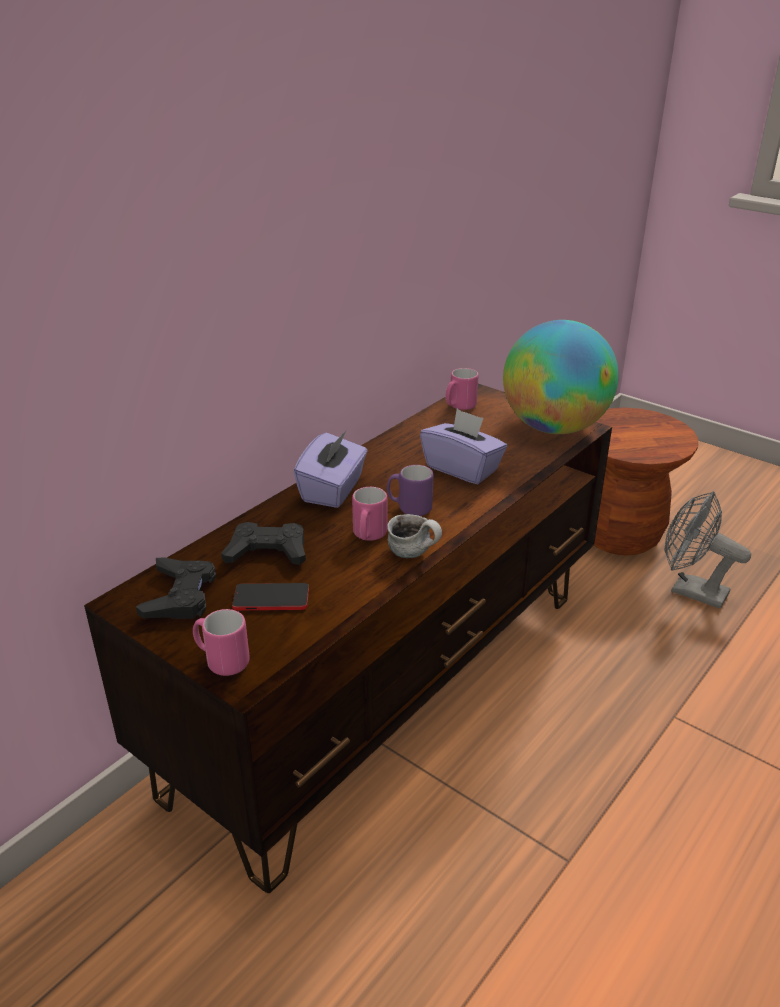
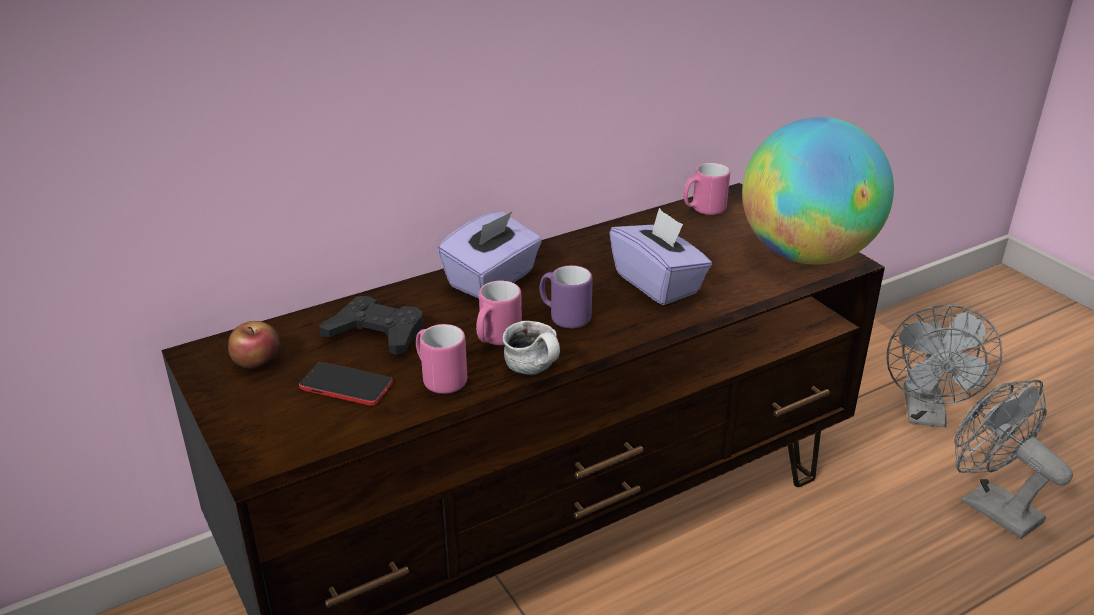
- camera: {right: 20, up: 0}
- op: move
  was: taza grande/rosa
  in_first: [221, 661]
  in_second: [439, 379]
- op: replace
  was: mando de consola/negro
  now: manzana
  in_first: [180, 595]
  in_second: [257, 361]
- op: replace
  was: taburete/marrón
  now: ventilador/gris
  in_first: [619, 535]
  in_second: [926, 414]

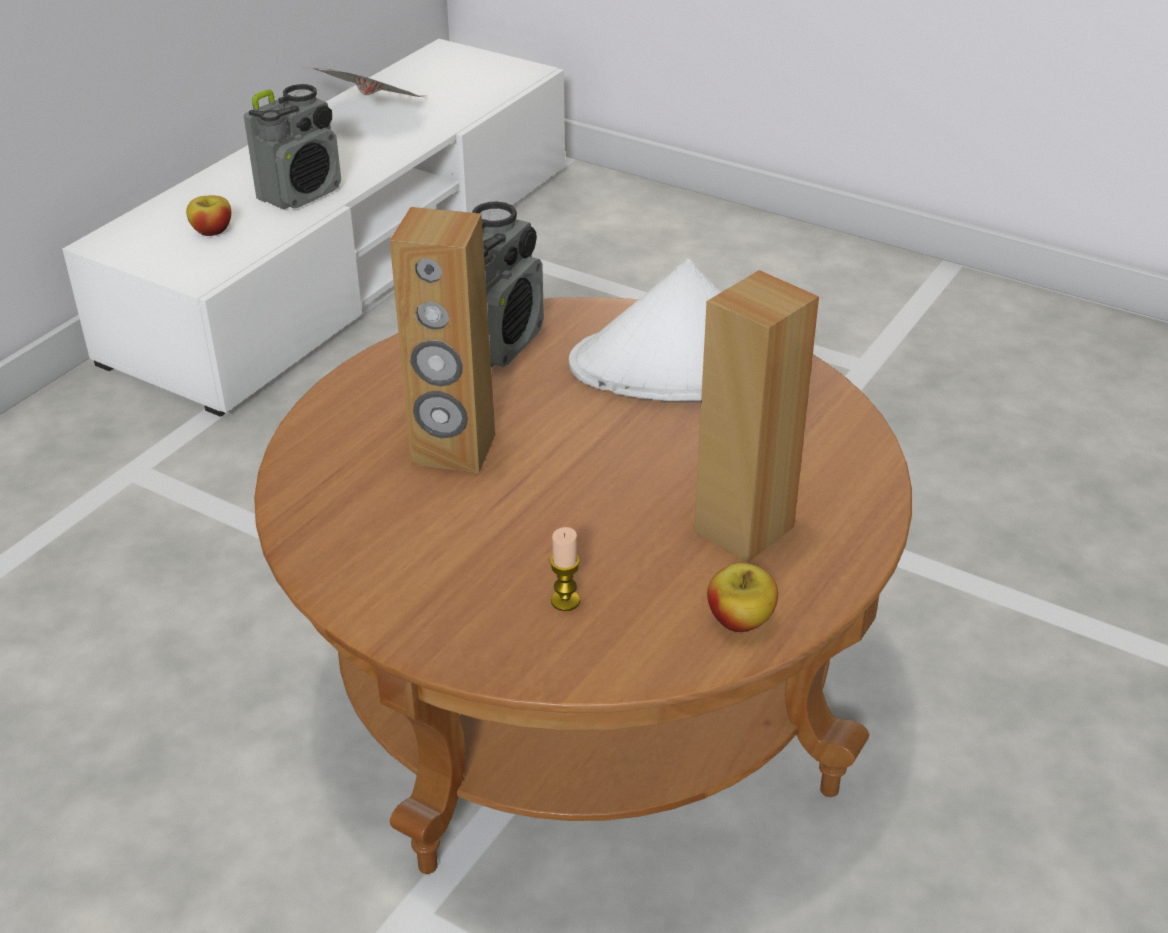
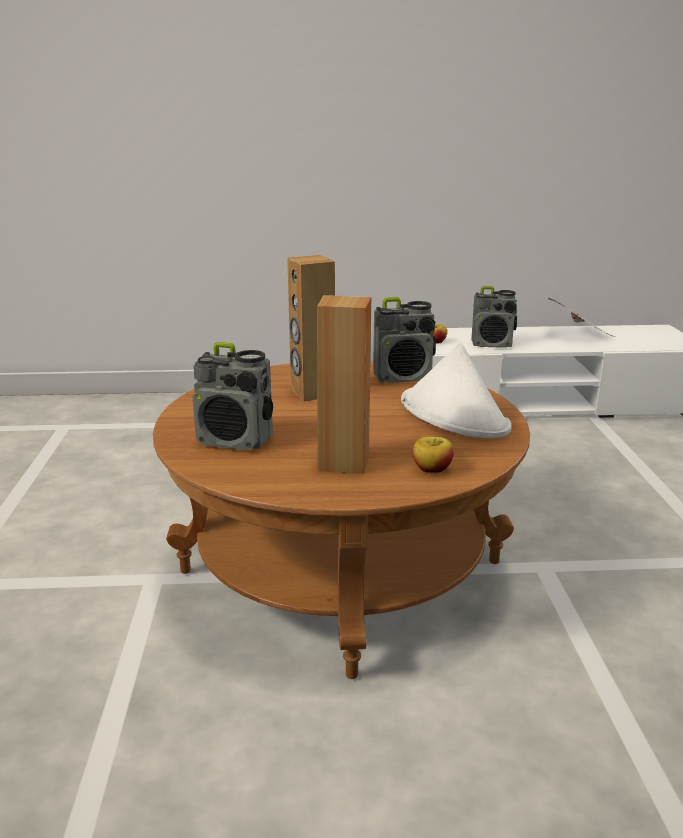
- camera: {right: 55, up: -15}
- op: move
  was: manzana
  in_first: [740, 620]
  in_second: [432, 469]
- op: replace
  was: vela
  now: radio
  in_first: [565, 601]
  in_second: [235, 441]

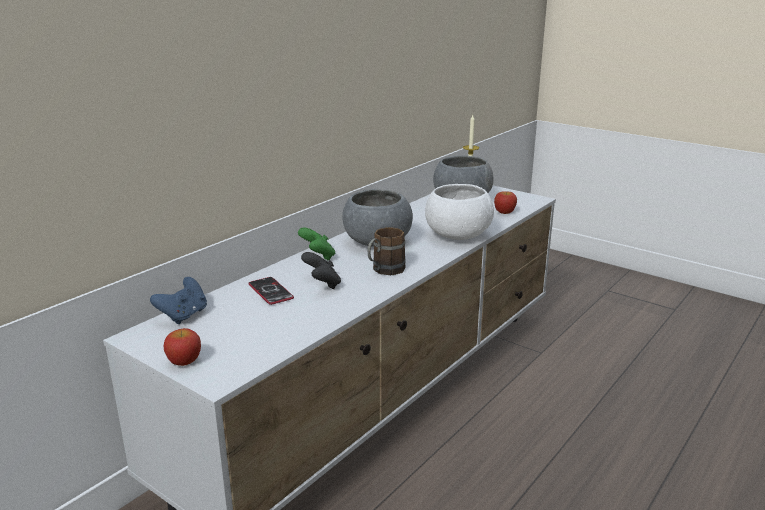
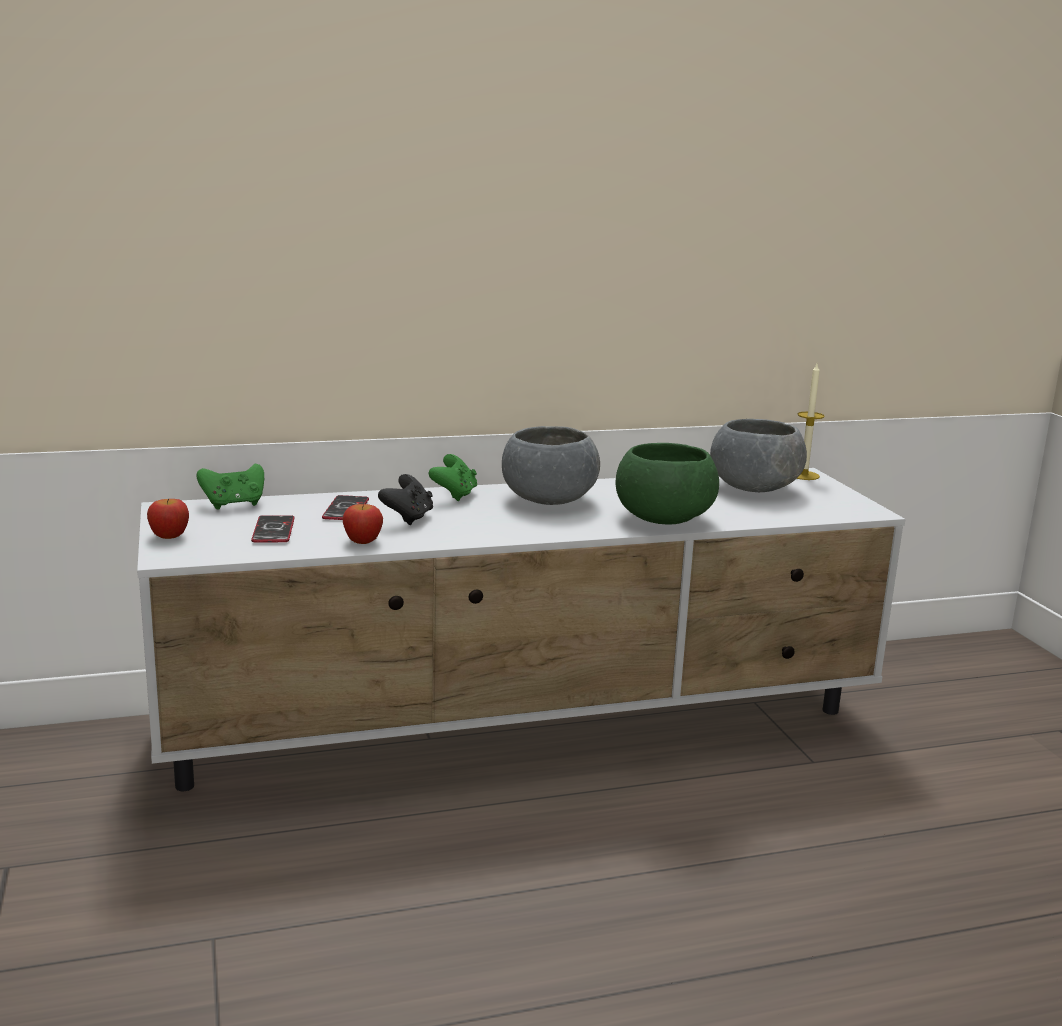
- camera: {right: 35, up: -5}
- op: delete
  was: taza grande/marrón
  in_first: [384, 271]
- op: insert
  now: móvil
  in_second: [273, 530]
- op: move
  was: manzana
  in_first: [504, 212]
  in_second: [362, 541]
- op: recolor
  was: mando de consola/azul
  now: mando de consola/verde
  in_first: [184, 315]
  in_second: [234, 504]
- op: recolor
  was: cuenco/blanco
  now: cuenco/verde
  in_first: [457, 235]
  in_second: [663, 518]

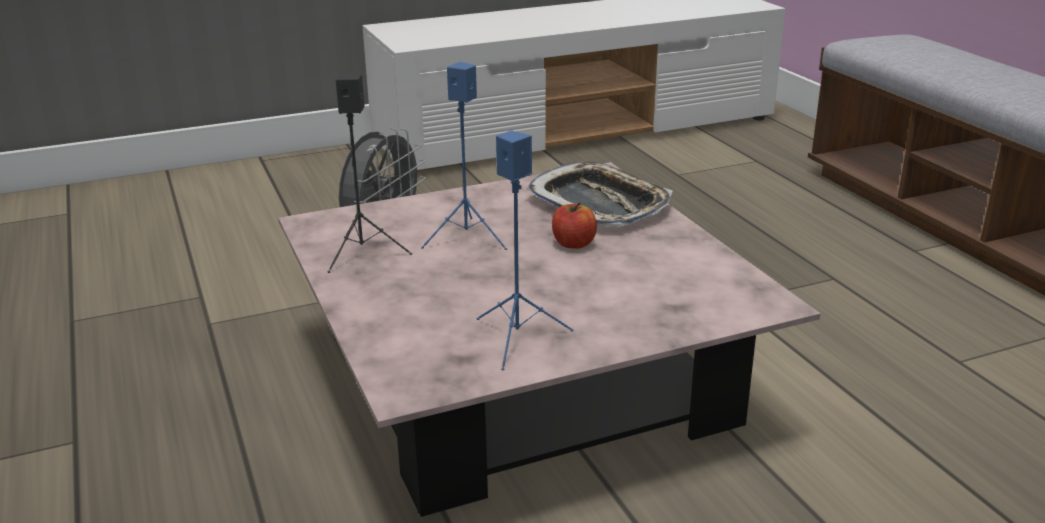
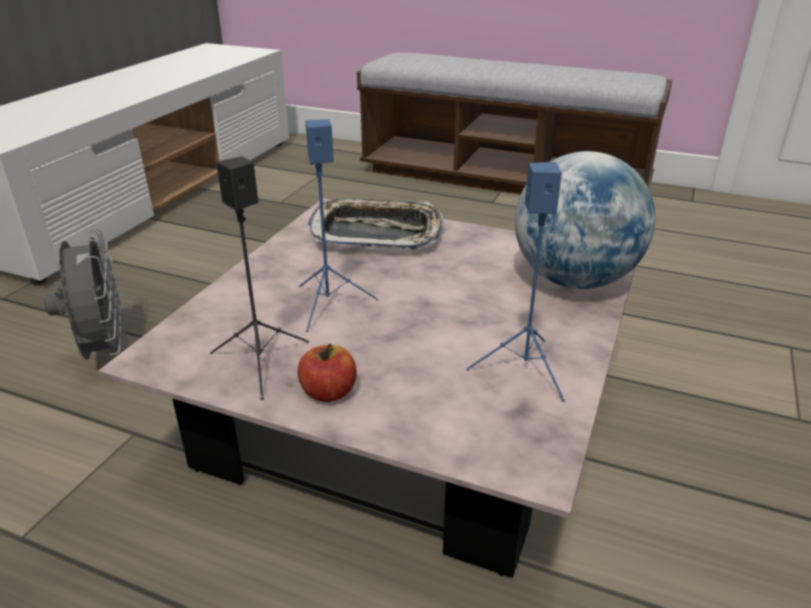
- camera: {right: -45, up: 5}
- op: insert
  now: globo terráqueo
  in_second: [574, 280]
- op: move
  was: manzana
  in_first: [573, 244]
  in_second: [328, 392]

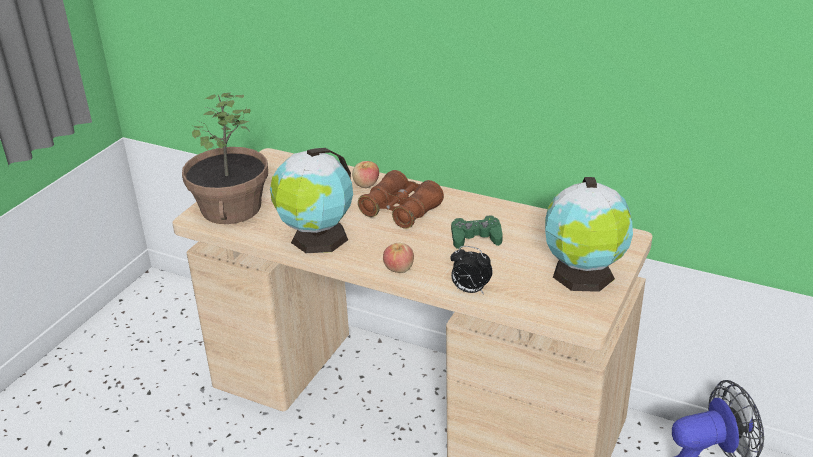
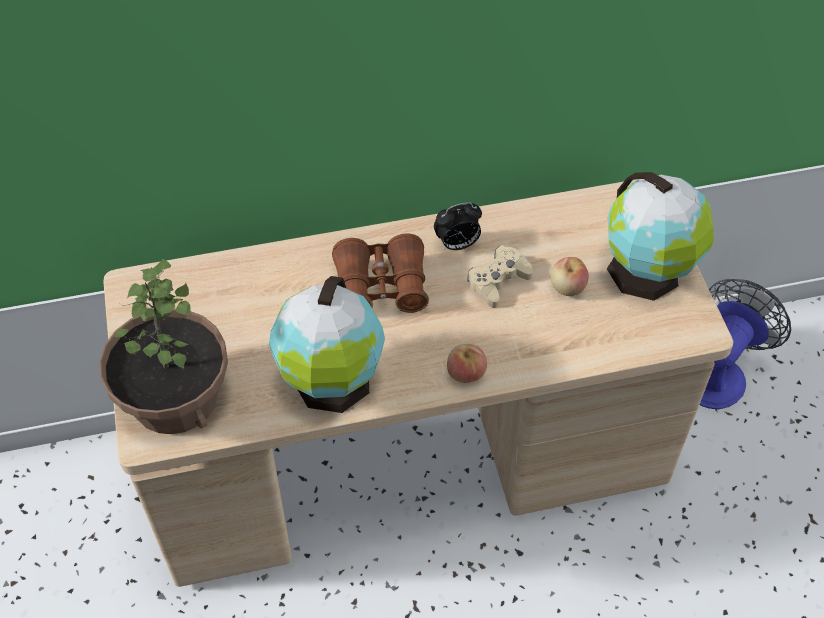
- camera: {right: -40, up: 20}
- op: move
  was: manzana
  in_first: [366, 185]
  in_second: [567, 287]
- op: move
  was: despertador
  in_first: [470, 290]
  in_second: [457, 244]
- op: recolor
  was: mando de consola/verde
  now: mando de consola/beis
  in_first: [476, 237]
  in_second: [498, 281]

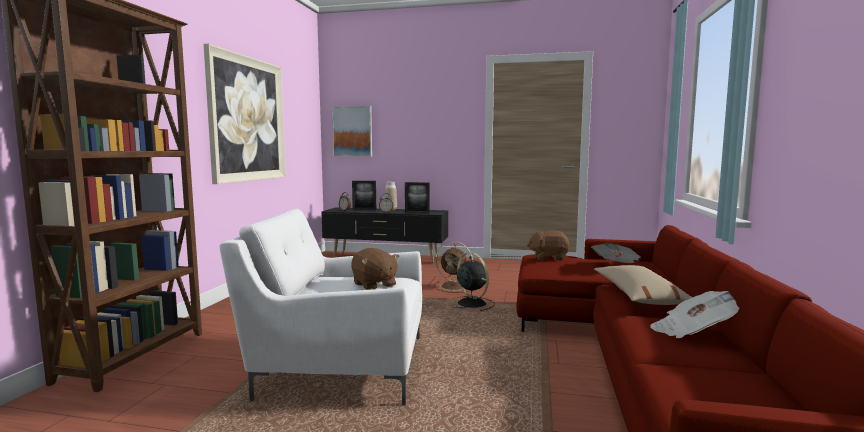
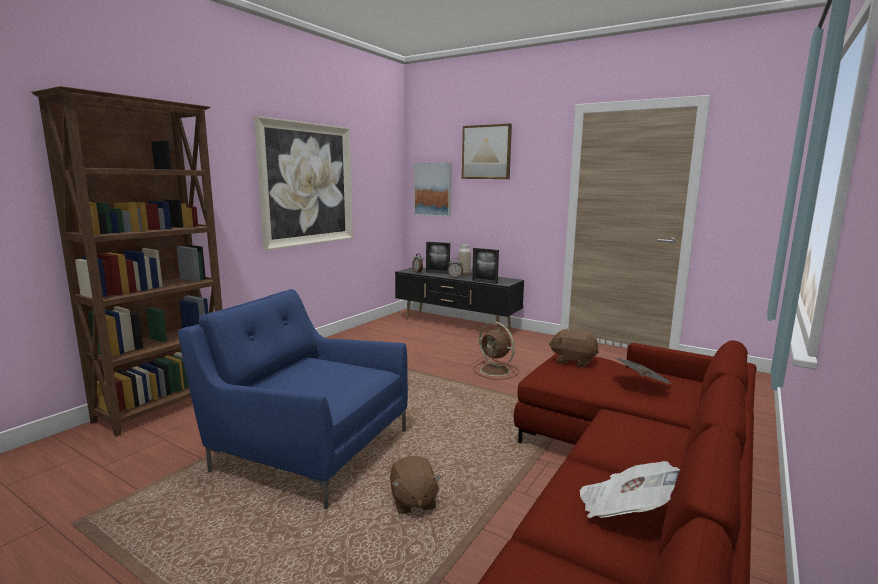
- camera: {right: 20, up: 5}
- op: delete
  was: ventilador/negro
  in_first: [470, 303]
- op: delete
  was: cojín/beis
  in_first: [638, 296]
- op: insert
  now: cuadro
  in_second: [486, 152]
- op: move
  was: peluche/marrón
  in_first: [374, 285]
  in_second: [413, 501]
- op: recolor
  was: sillón/blanco
  now: sillón/azul
  in_first: [338, 365]
  in_second: [308, 448]

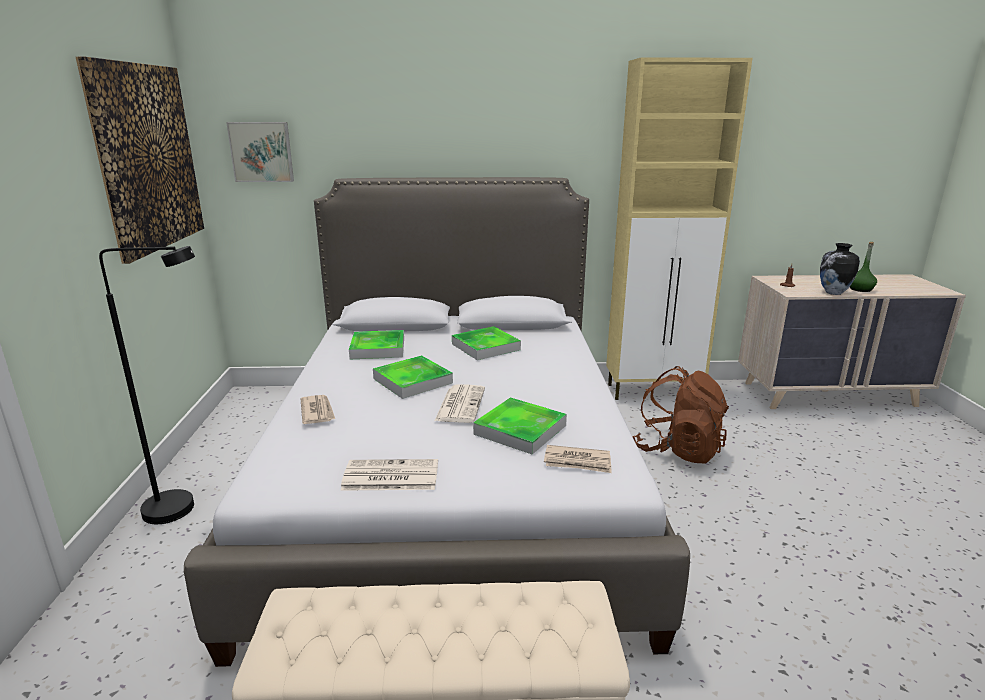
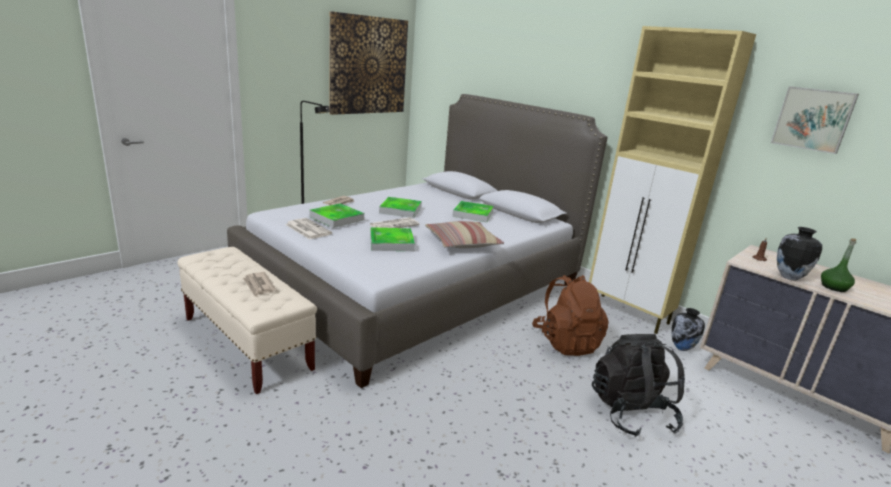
- camera: {right: 45, up: 0}
- op: insert
  now: cojín
  in_second: [462, 242]
- op: insert
  now: mochila/negro
  in_second: [631, 413]
- op: insert
  now: florero
  in_second: [682, 348]
- op: move
  was: cuadro
  in_first: [262, 152]
  in_second: [813, 119]
- op: move
  was: bandeja
  in_first: [378, 348]
  in_second: [336, 218]
- op: move
  was: periódico
  in_first: [578, 462]
  in_second: [258, 285]

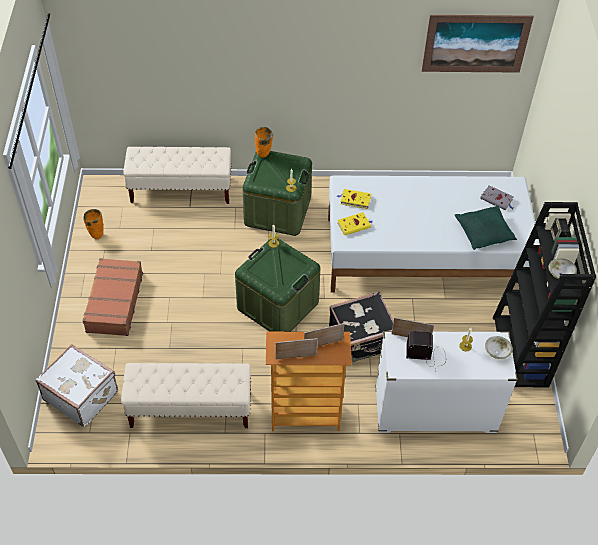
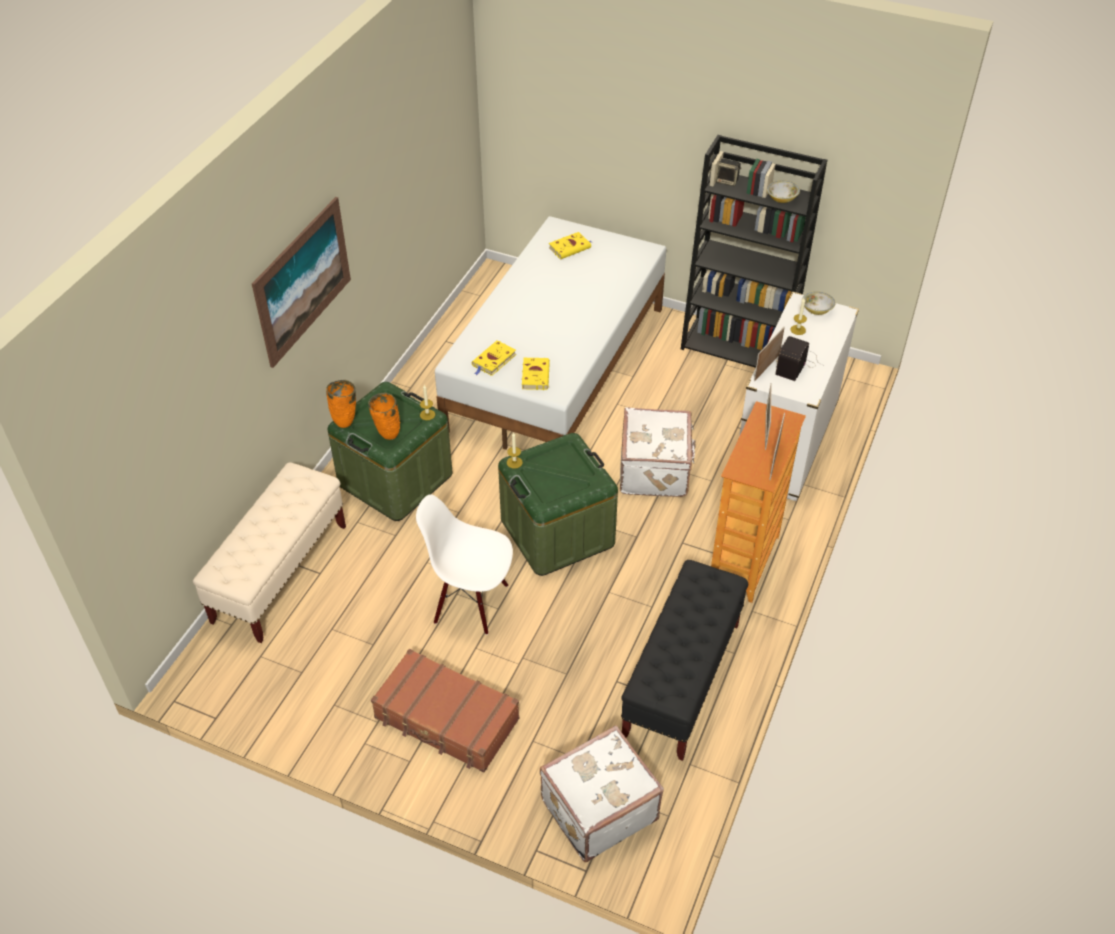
- camera: {right: -65, up: -5}
- op: delete
  was: cojín/verde
  in_first: [484, 233]
- op: insert
  now: silla/blanco
  in_second: [471, 602]
- op: move
  was: florero/naranja
  in_first: [97, 235]
  in_second: [387, 435]
- op: move
  was: cuadro
  in_first: [475, 43]
  in_second: [303, 281]
- op: recolor
  was: banco/beis
  now: banco/negro
  in_first: [190, 409]
  in_second: [681, 680]
- op: recolor
  was: maleta/negro
  now: maleta/blanco
  in_first: [362, 340]
  in_second: [656, 470]
- op: recolor
  was: libro/gris
  now: libro/amarillo
  in_first: [497, 199]
  in_second: [570, 247]

